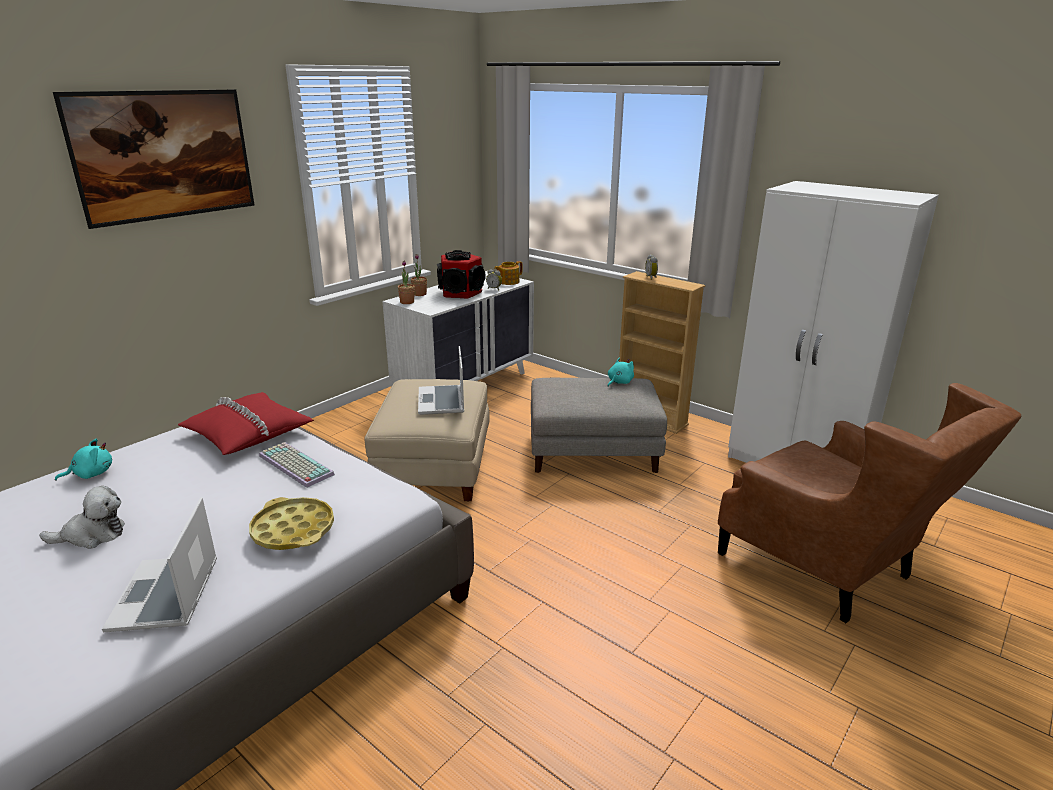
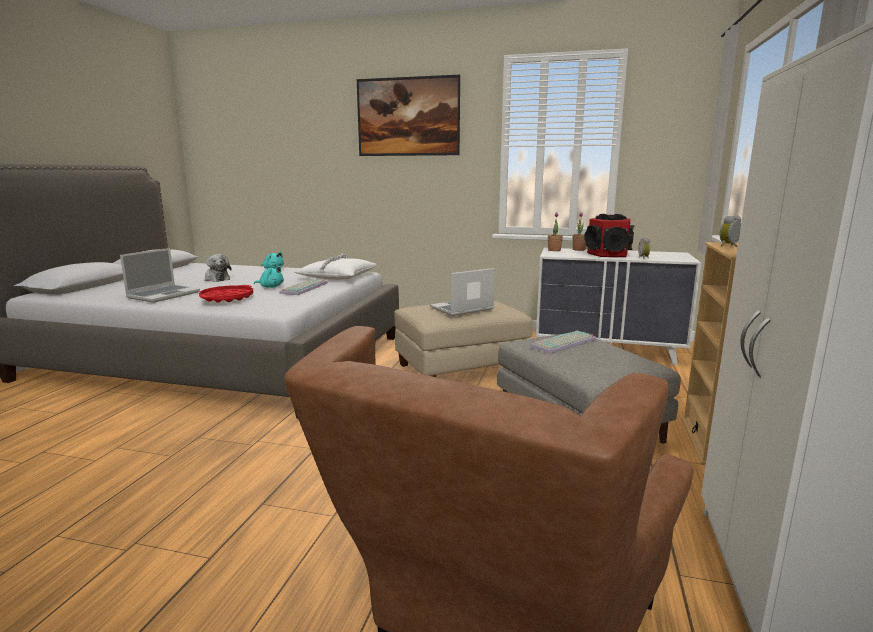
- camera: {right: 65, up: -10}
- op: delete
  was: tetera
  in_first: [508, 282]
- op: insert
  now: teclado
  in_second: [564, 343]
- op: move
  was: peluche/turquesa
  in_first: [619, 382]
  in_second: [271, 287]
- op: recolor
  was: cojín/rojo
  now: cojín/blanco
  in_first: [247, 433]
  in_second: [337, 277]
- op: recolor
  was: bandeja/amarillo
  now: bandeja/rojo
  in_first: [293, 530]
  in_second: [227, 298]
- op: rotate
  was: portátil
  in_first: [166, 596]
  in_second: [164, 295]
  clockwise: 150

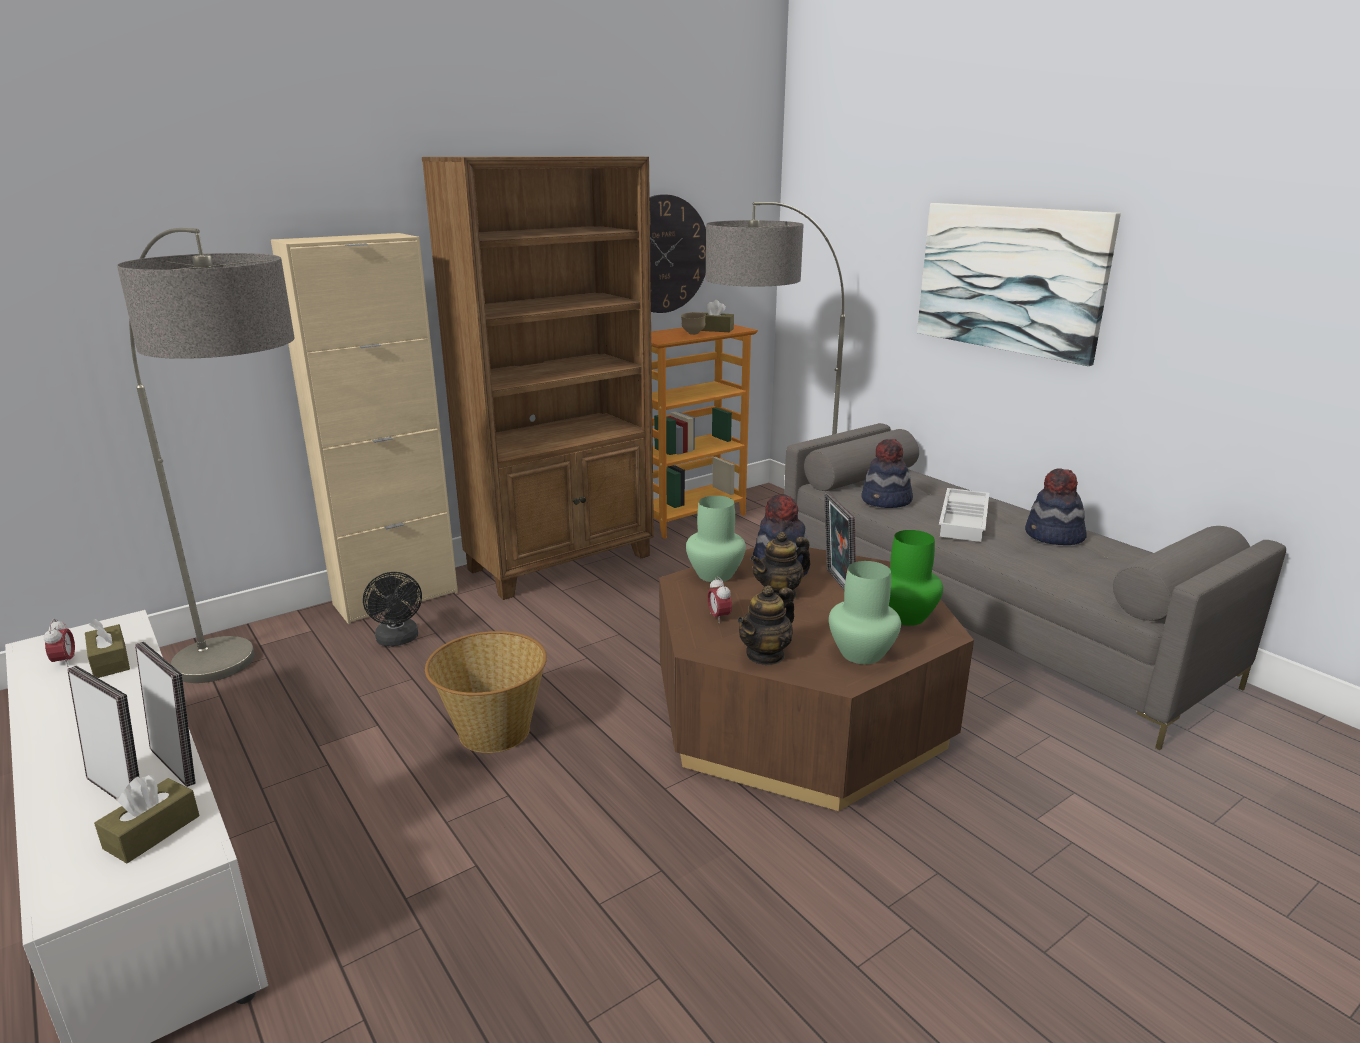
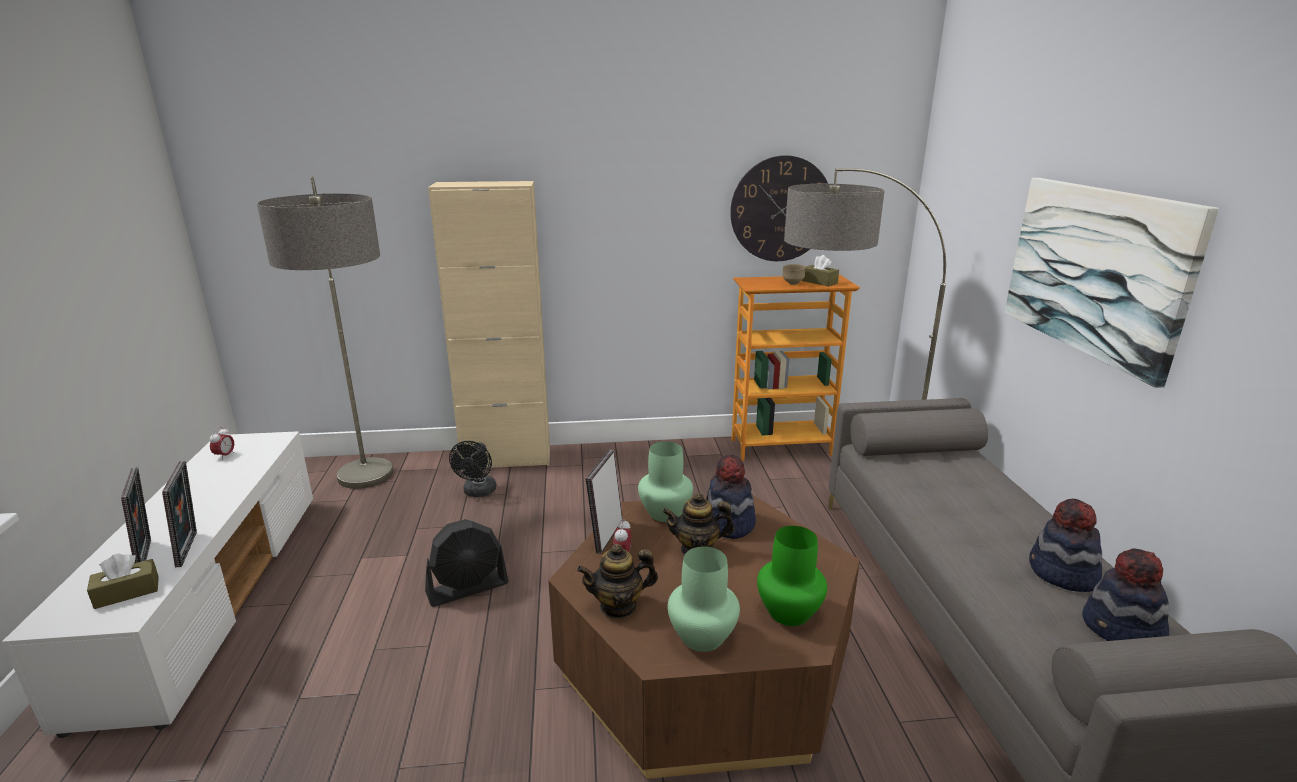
- camera: {right: 30, up: 0}
- op: delete
  was: caja de pañuelos/marrón
  in_first: [110, 661]
- op: delete
  was: estantería/marrón
  in_first: [562, 563]
- op: delete
  was: bandeja/blanco
  in_first: [965, 521]
- op: move
  was: portarretratos
  in_first: [837, 583]
  in_second: [606, 535]
- op: move
  was: sombrero
  in_first: [886, 501]
  in_second: [1122, 630]
- op: replace
  was: cesta
  now: ventilador/negro
  in_first: [493, 731]
  in_second: [468, 588]

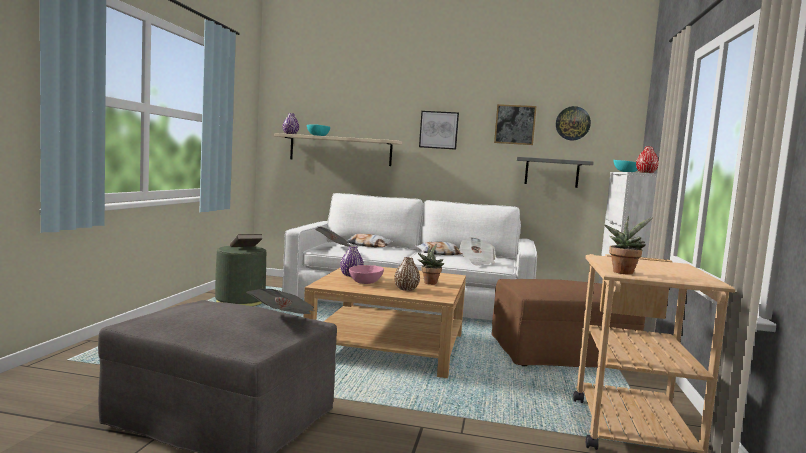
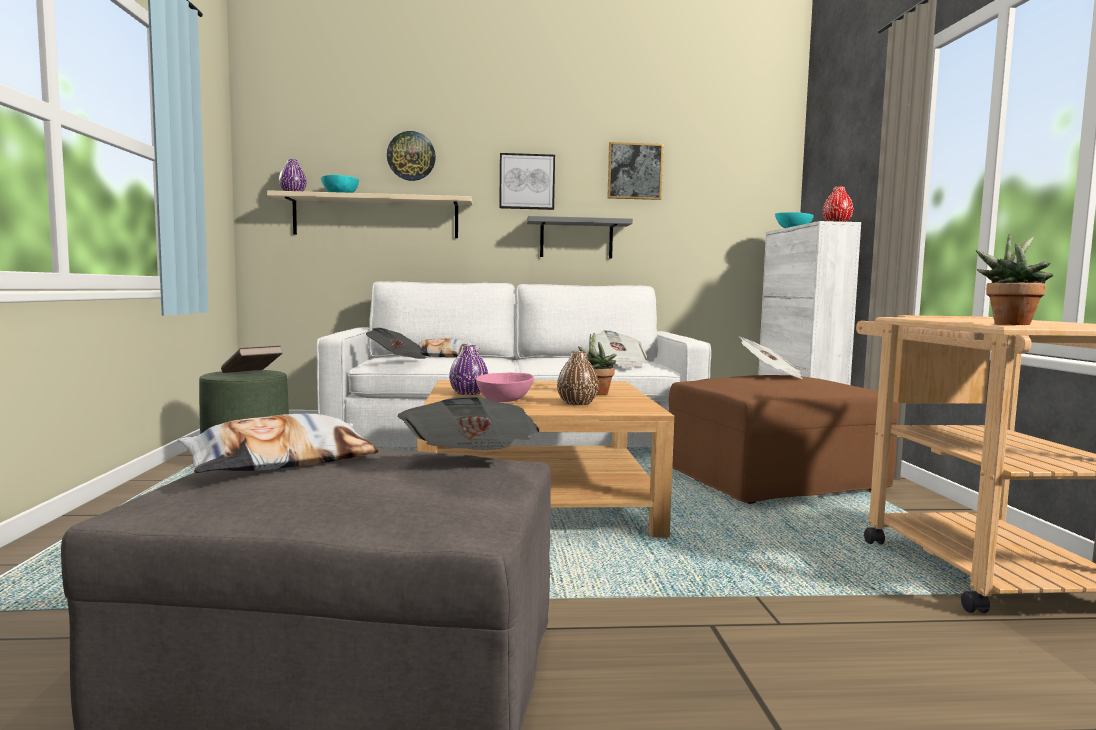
- camera: {right: -15, up: 0}
- op: insert
  now: periódico
  in_second: [771, 376]
- op: move
  was: cojín
  in_first: [439, 253]
  in_second: [282, 461]
- op: move
  was: estante/gris
  in_first: [551, 172]
  in_second: [576, 239]
- op: move
  was: reloj de pared
  in_first: [572, 123]
  in_second: [411, 156]

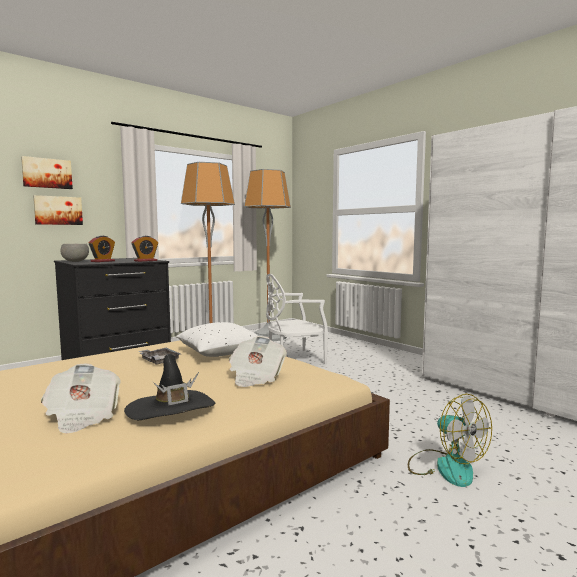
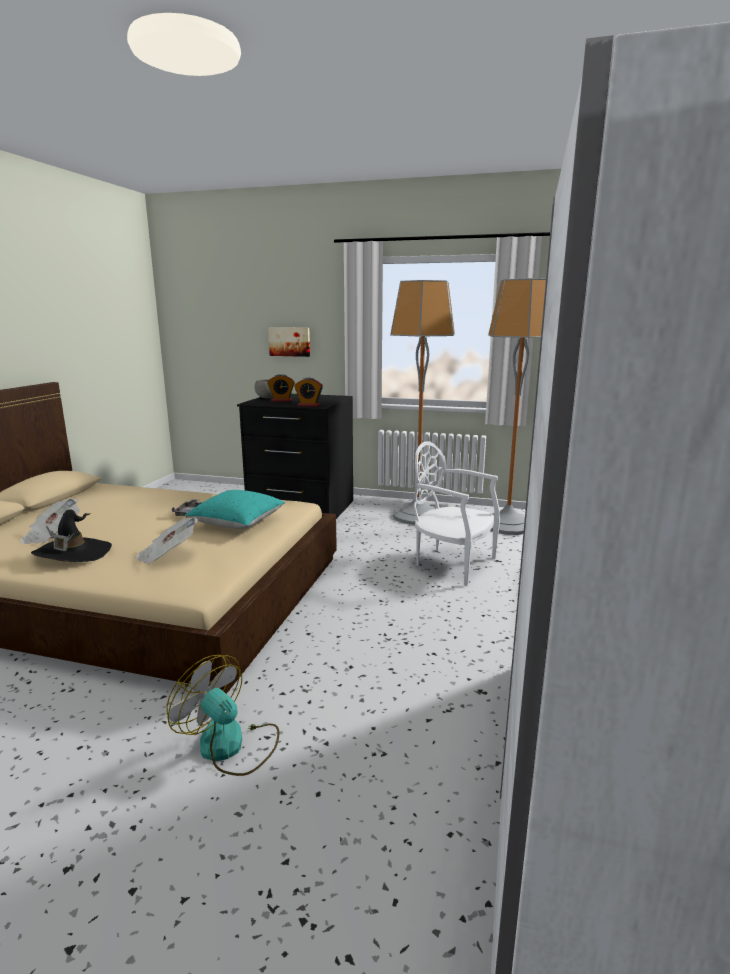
- camera: {right: 55, up: 10}
- op: delete
  was: cuadro
  in_first: [47, 173]
- op: recolor
  was: cojín/blanco
  now: cojín/turquesa
  in_first: [219, 353]
  in_second: [237, 523]
- op: rotate
  was: ventilador
  in_first: [445, 466]
  in_second: [230, 746]
  clockwise: 105

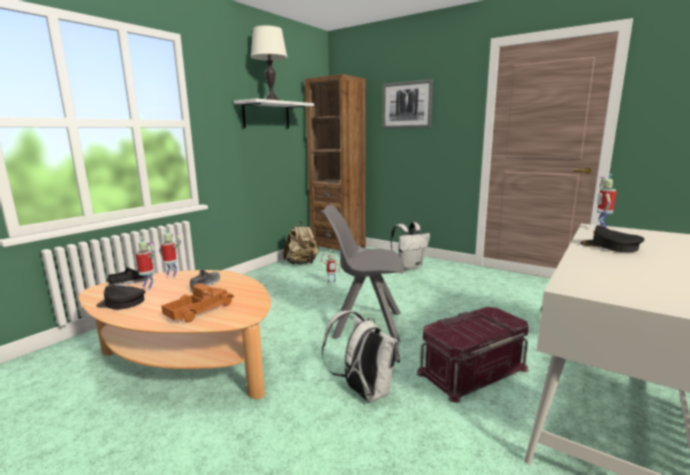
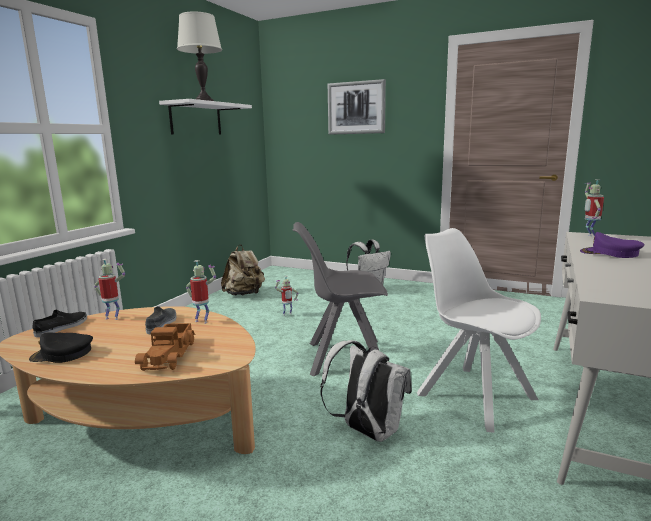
- camera: {right: -10, up: 0}
- op: delete
  was: estantería/marrón
  in_first: [338, 248]
- op: move
  was: robot de juguete
  in_first: [149, 288]
  in_second: [203, 321]
- op: replace
  was: caja de almacenaje/rojo
  now: silla/blanco
  in_first: [471, 370]
  in_second: [473, 395]
- op: recolor
  was: gorra/negro
  now: gorra/morado
  in_first: [610, 246]
  in_second: [610, 253]
- op: rotate
  was: camión de juguete
  in_first: [199, 310]
  in_second: [170, 355]
  clockwise: 150

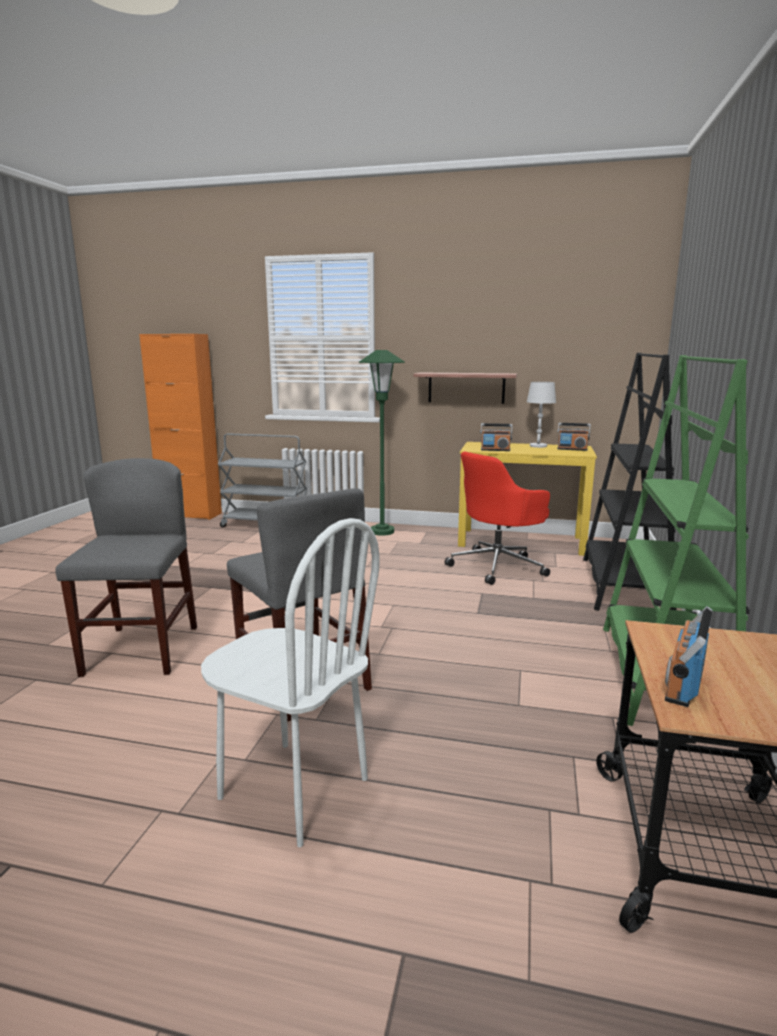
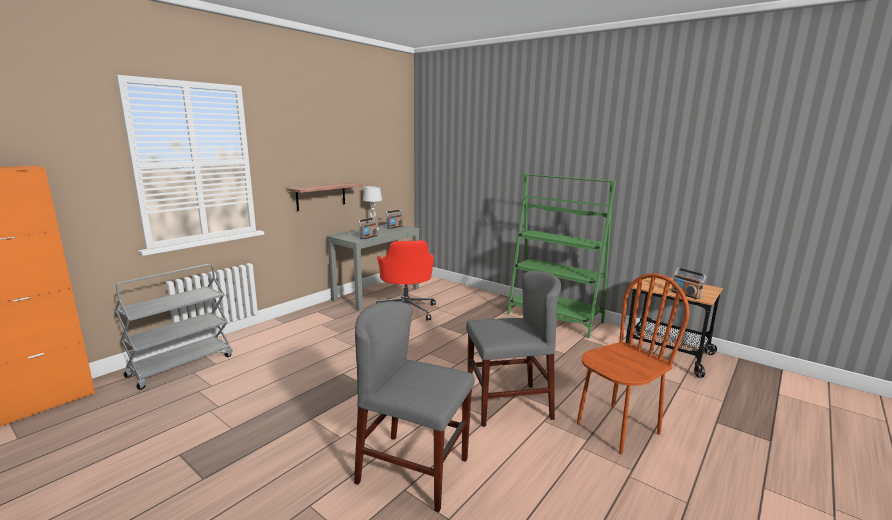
- camera: {right: -65, up: 0}
- op: delete
  was: lámpara de pie/verde
  in_first: [382, 531]
- op: delete
  was: estantería/negro
  in_first: [624, 585]
- op: recolor
  was: silla/blanco
  now: silla/marrón
  in_first: [293, 789]
  in_second: [617, 428]
- op: recolor
  was: escritorio/amarillo
  now: escritorio/gris
  in_first: [521, 541]
  in_second: [377, 294]

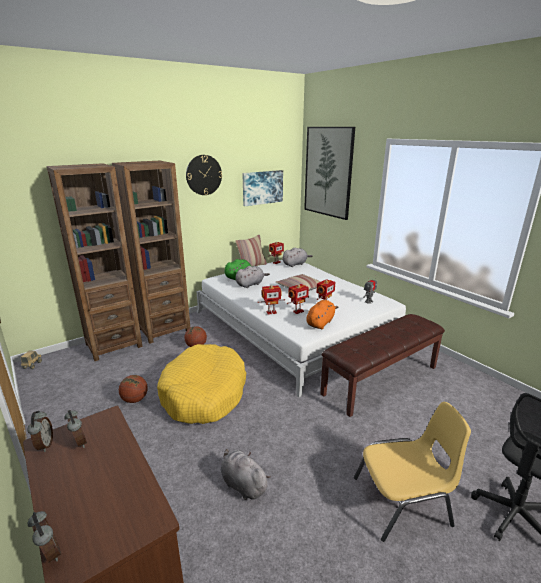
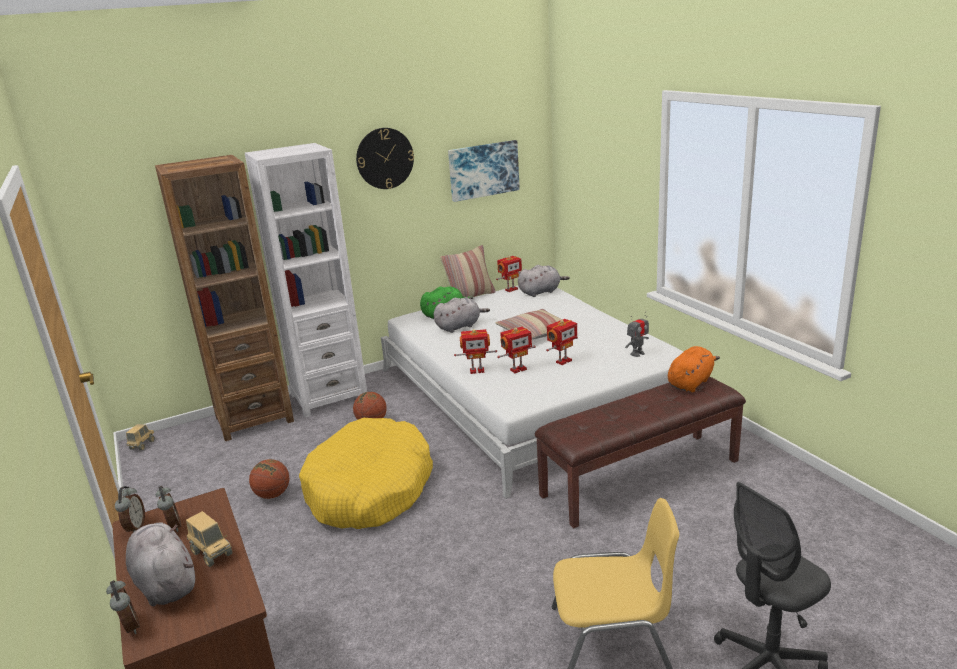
- camera: {right: 10, up: 0}
- op: delete
  was: cuadro
  in_first: [328, 172]
- op: insert
  now: camión de juguete
  in_second: [212, 553]
- op: move
  was: peluche/gris
  in_first: [242, 484]
  in_second: [165, 583]
- op: move
  was: peluche/naranja
  in_first: [320, 323]
  in_second: [690, 383]
- op: recolor
  was: estantería/marrón
  now: estantería/blanco
  in_first: [164, 329]
  in_second: [329, 397]

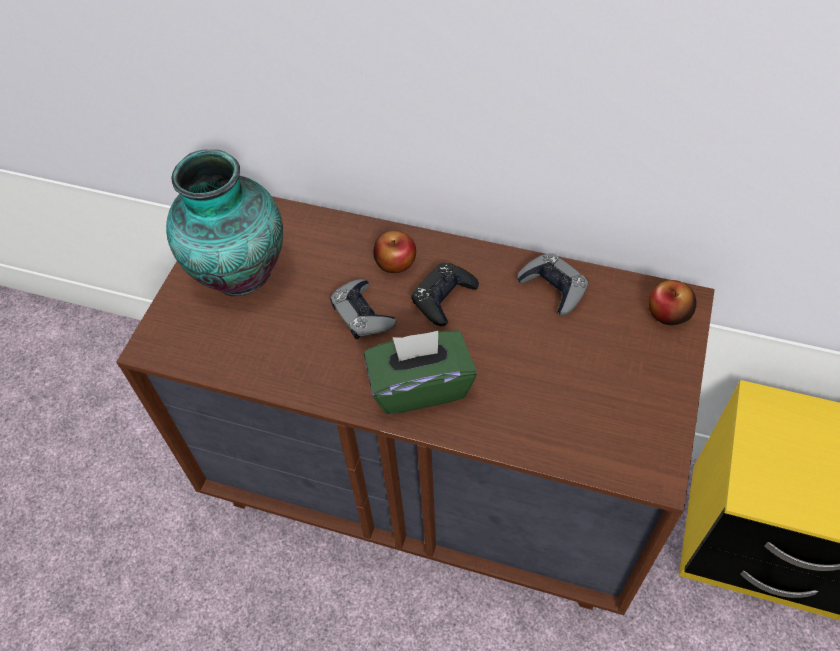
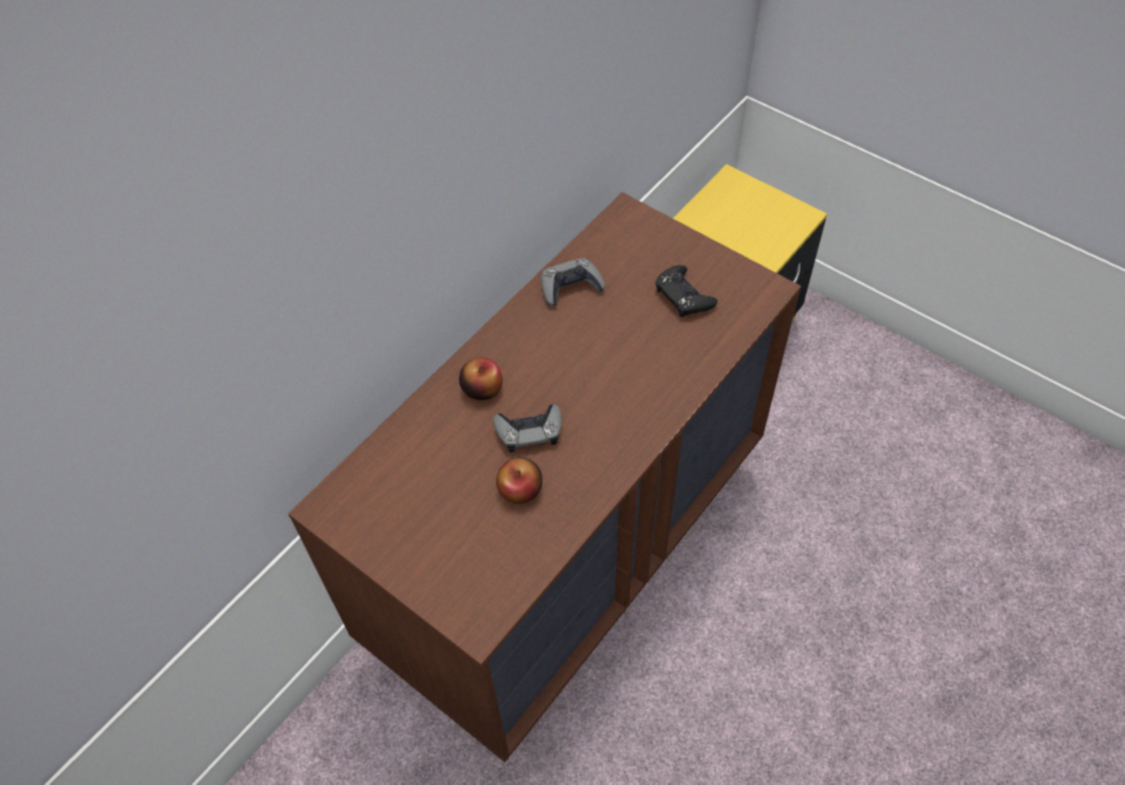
- camera: {right: -70, up: 0}
- op: delete
  was: florero
  in_first: [238, 272]
- op: delete
  was: caja de pañuelos/verde
  in_first: [420, 386]
- op: move
  was: mando de consola/negro
  in_first: [444, 297]
  in_second: [684, 296]
- op: move
  was: manzana
  in_first: [668, 313]
  in_second: [520, 489]

